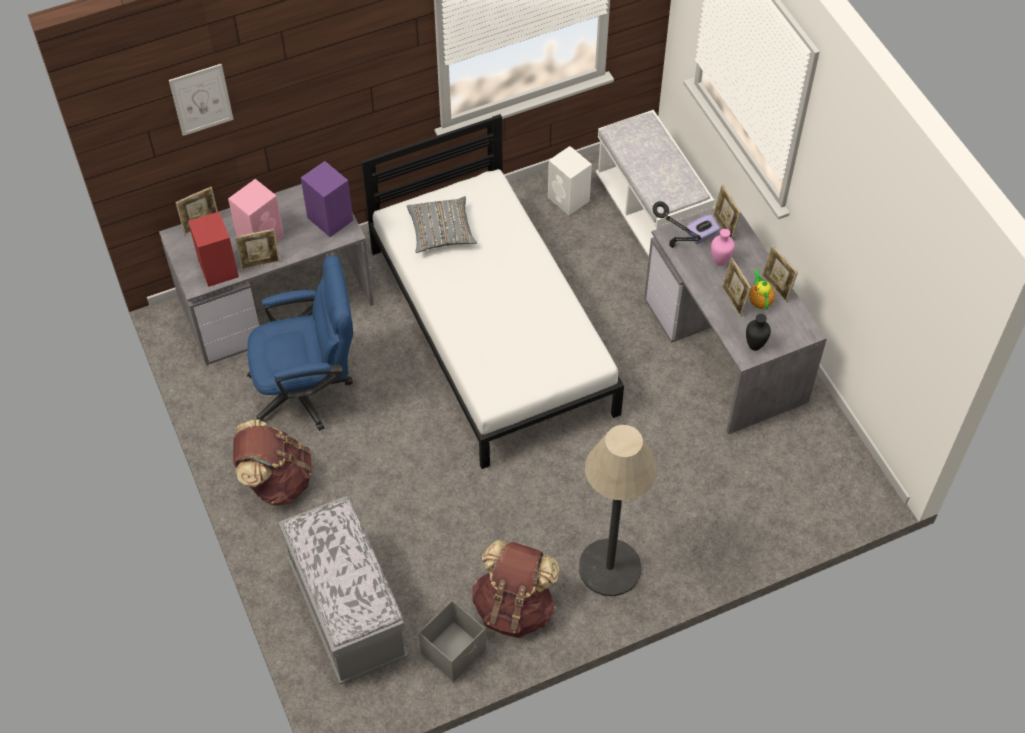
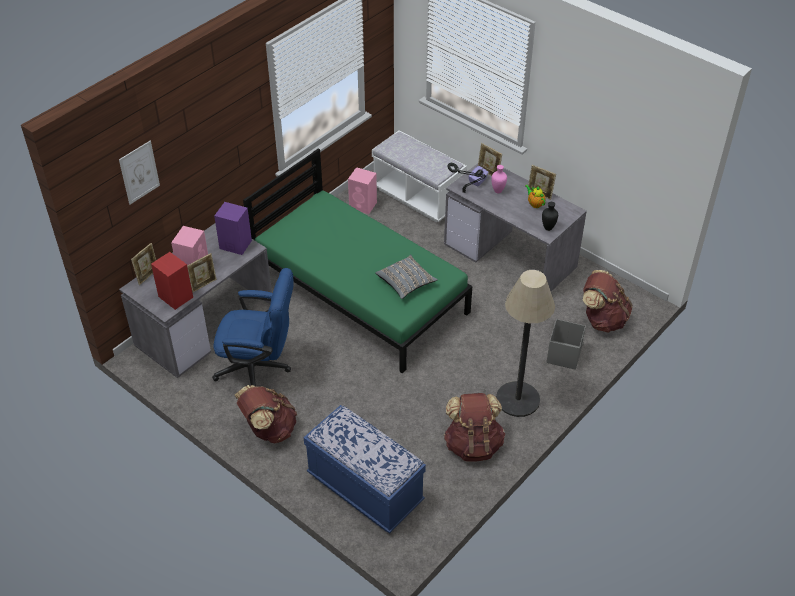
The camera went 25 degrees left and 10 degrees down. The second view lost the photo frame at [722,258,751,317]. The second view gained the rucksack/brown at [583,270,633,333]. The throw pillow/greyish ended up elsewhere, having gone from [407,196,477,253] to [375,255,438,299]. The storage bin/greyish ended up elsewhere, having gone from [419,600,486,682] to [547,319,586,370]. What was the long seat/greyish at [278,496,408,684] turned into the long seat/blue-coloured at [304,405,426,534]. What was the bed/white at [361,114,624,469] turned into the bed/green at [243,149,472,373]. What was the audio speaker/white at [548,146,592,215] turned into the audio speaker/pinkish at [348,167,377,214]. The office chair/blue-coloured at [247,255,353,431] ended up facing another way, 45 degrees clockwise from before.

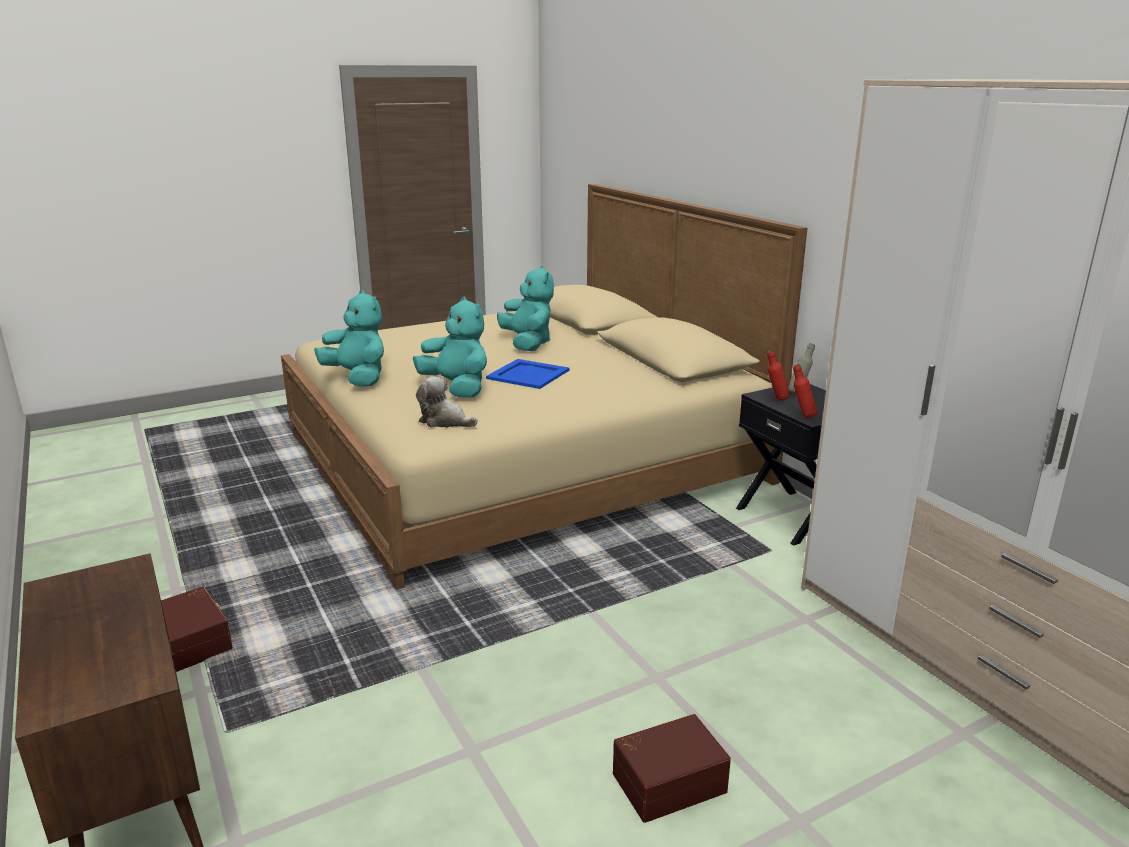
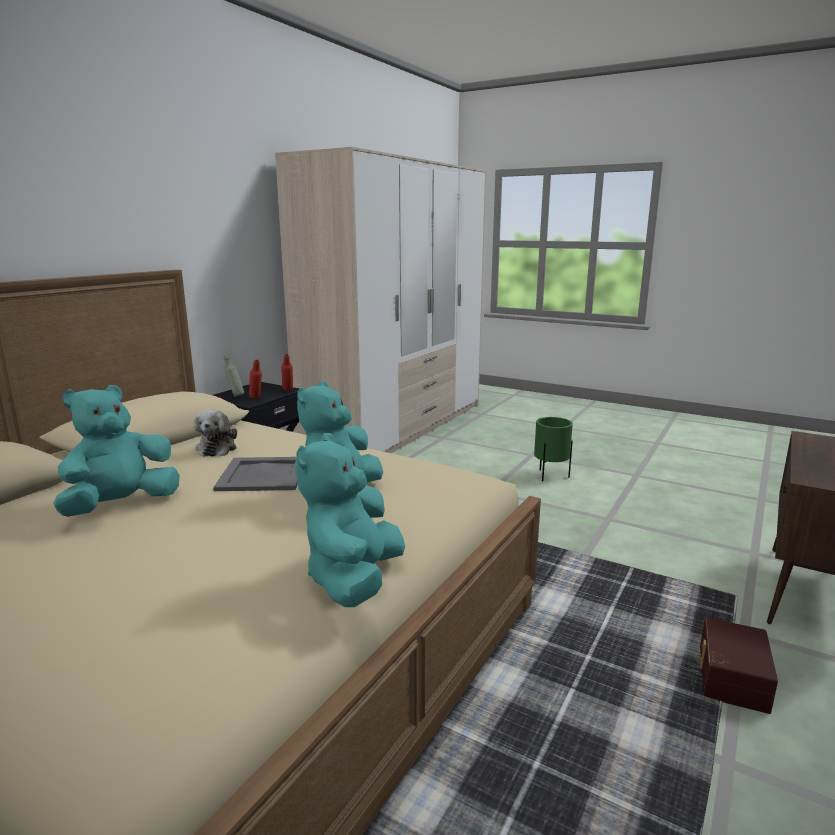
The camera went 120 degrees left and 5 degrees down. The soft toy ended up elsewhere, having gone from [416,376,477,427] to [194,409,237,456]. Where the storage bin/brown stood at [613,714,731,823], the plant pot/green came to stand at [534,417,573,481]. What was the carrying tray/blue-coloured at [486,359,569,389] turned into the carrying tray/greyish at [213,457,298,491].

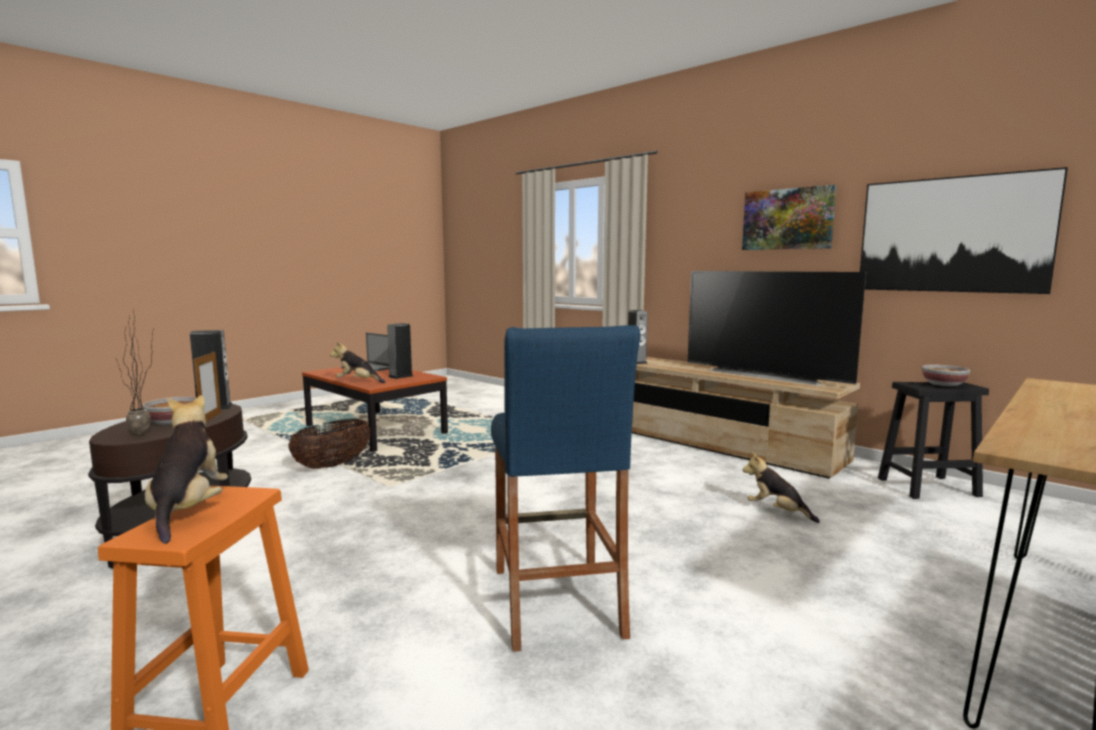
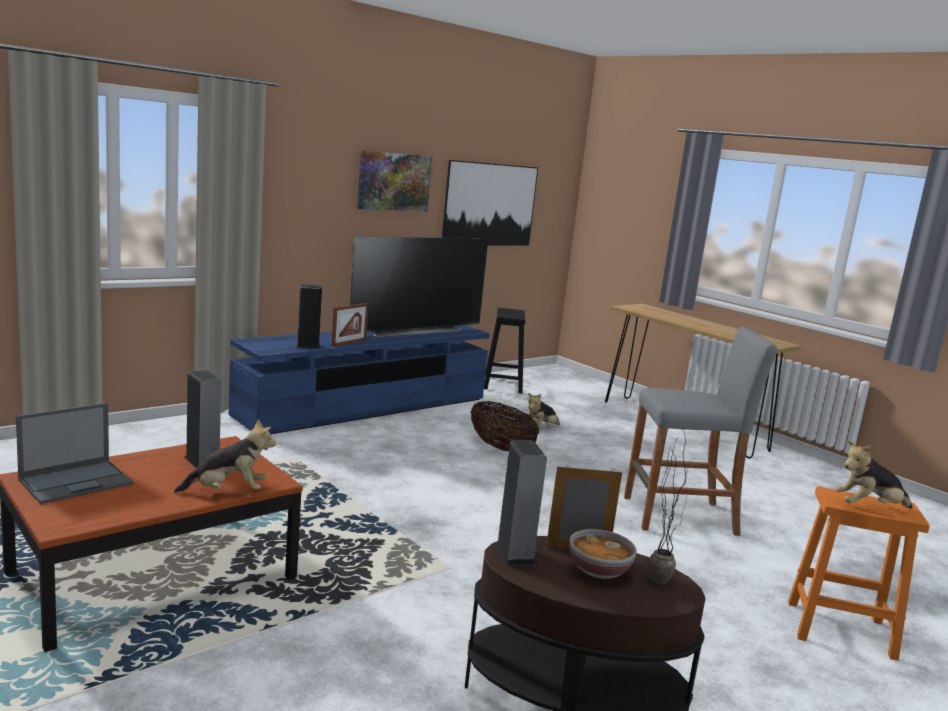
The camera went 85 degrees left and 5 degrees up. The second view lost the deep dish at [922,365,971,387]. The second view gained the photo frame at [332,303,369,347]. The storage basket ended up elsewhere, having gone from [288,419,371,469] to [470,401,539,452]. What was the stool seat/blue-coloured at [491,325,640,652] turned into the stool seat/greyish at [624,326,778,536]. What was the media console/beige-coloured at [632,357,860,478] turned into the media console/blue-coloured at [229,325,490,434]. The soft toy at [330,342,386,383] ended up facing another way, 120 degrees counterclockwise from before.

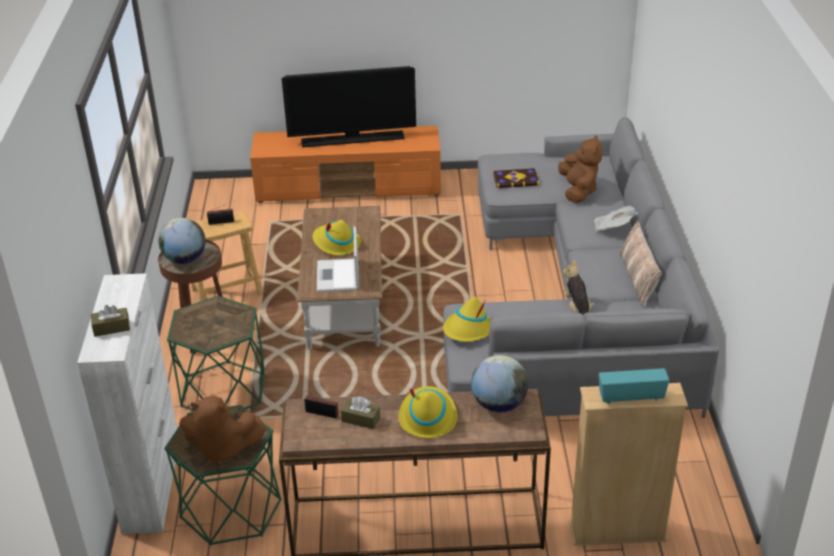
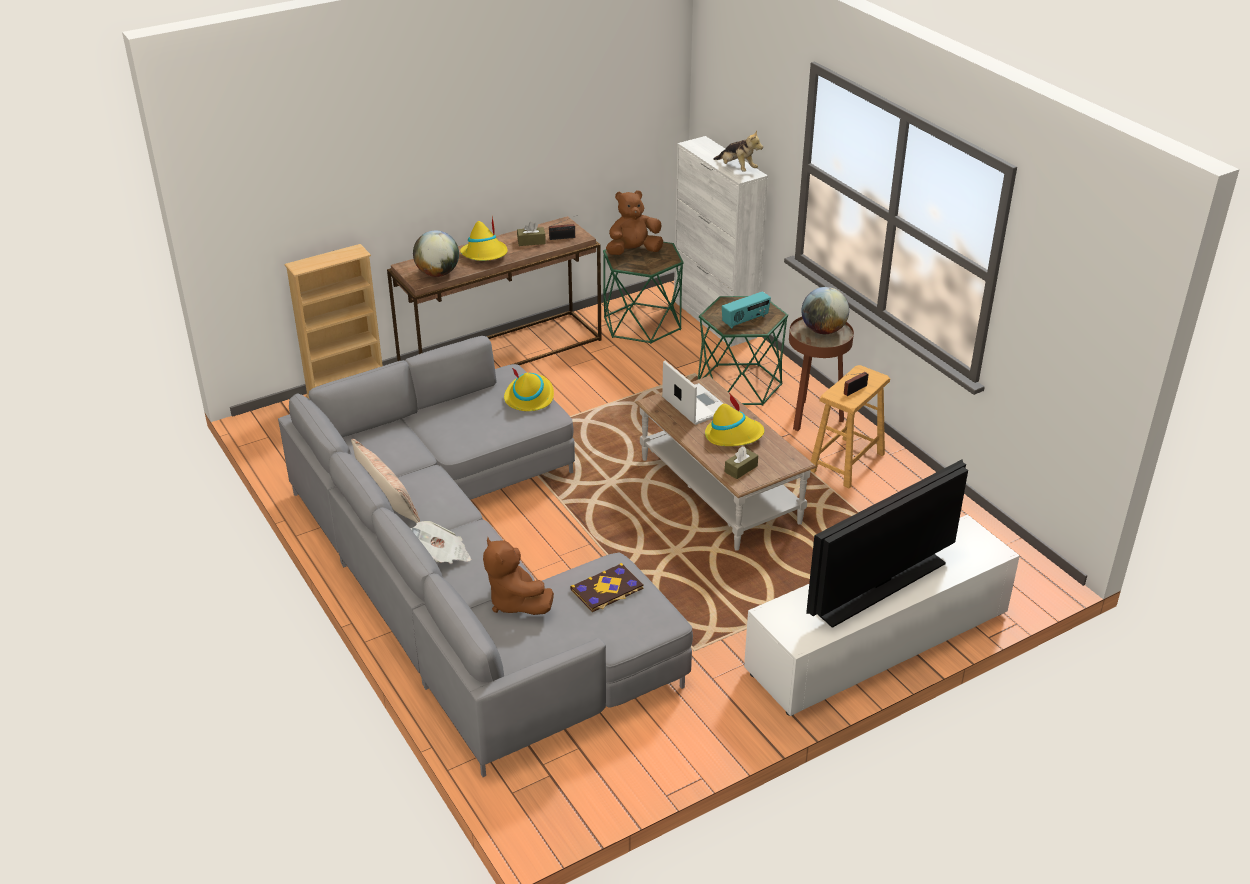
The camera went 150 degrees right and 0 degrees up. The box of tissues/brown ended up elsewhere, having gone from [91,305,130,337] to [725,446,758,479]. The soft toy ended up elsewhere, having gone from [563,260,595,315] to [713,130,763,171]. The radio ended up elsewhere, having gone from [599,368,669,404] to [722,292,771,329]. What was the media console/orange at [250,126,441,203] turned into the media console/white at [744,514,1020,716].

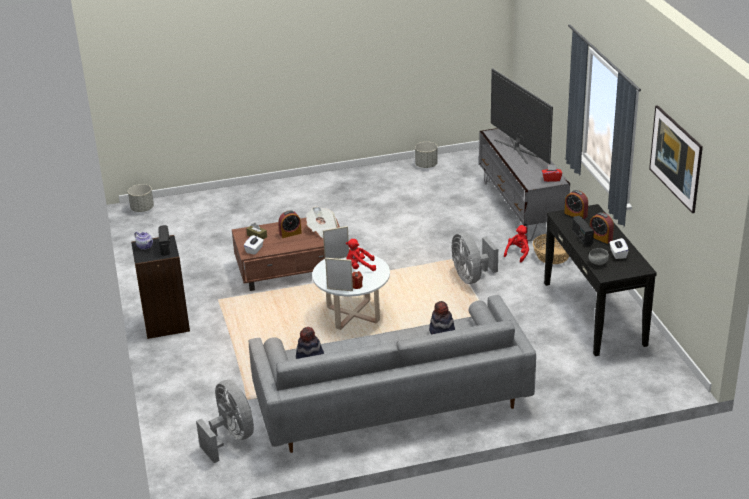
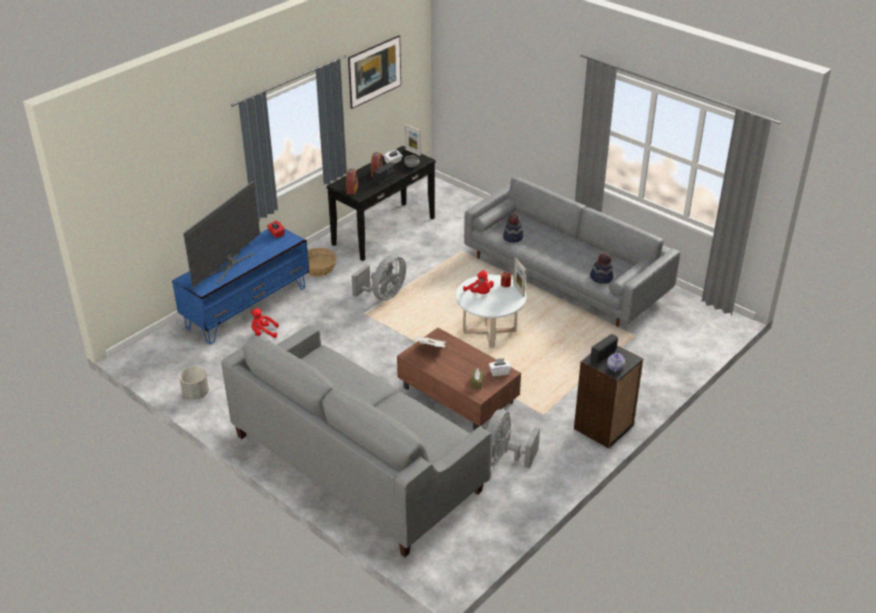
The camera went 125 degrees left and 5 degrees up. The second view lost the plant pot/greyish at [128,184,154,212]. The second view lost the bedside clock at [279,211,302,238]. The second view gained the couch/greyish at [221,325,492,557]. The electric fan/greyish ended up elsewhere, having gone from [196,380,254,463] to [485,409,540,468]. The photo frame ended up elsewhere, having gone from [323,226,349,259] to [405,124,421,156]. The soft toy/red ended up elsewhere, having gone from [504,225,529,262] to [250,308,279,338]. What was the media console/greyish at [479,128,570,241] turned into the media console/blue-coloured at [172,229,309,344].

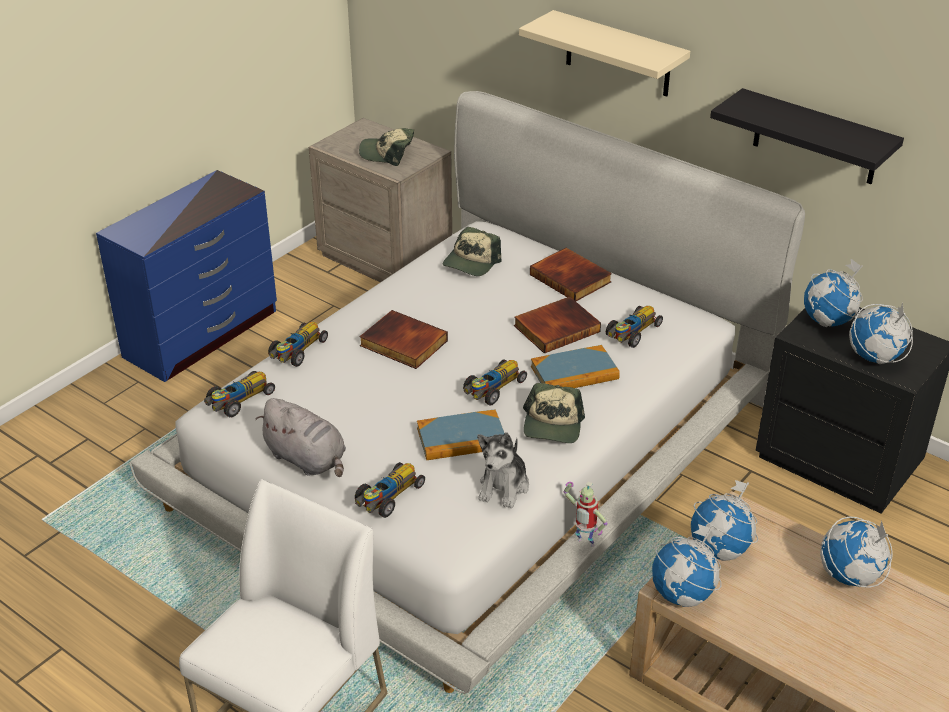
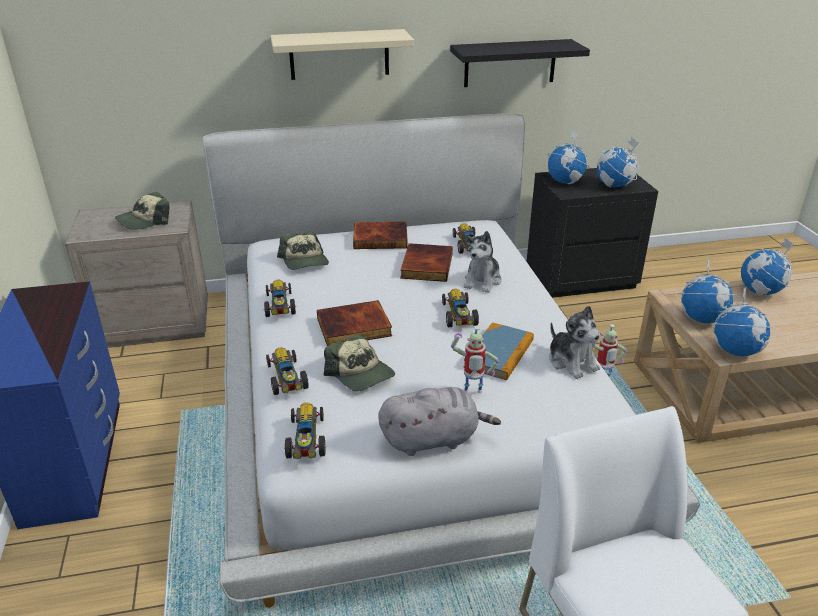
The camera went 50 degrees left and 5 degrees down. The second view gained the model robot at [451,326,499,393]. The miniature car ended up elsewhere, having gone from [355,462,425,518] to [263,280,297,317]. The baseball cap ended up elsewhere, having gone from [523,383,585,443] to [324,334,395,391]. Where the book stood at [531,345,620,388], the soft toy came to stand at [464,231,501,293].

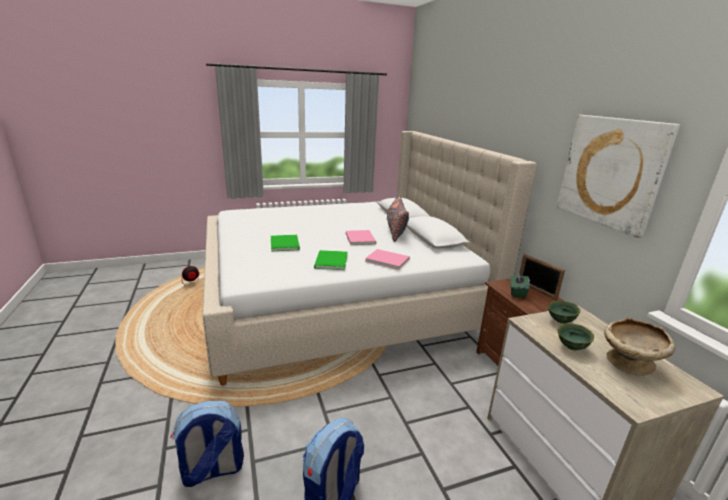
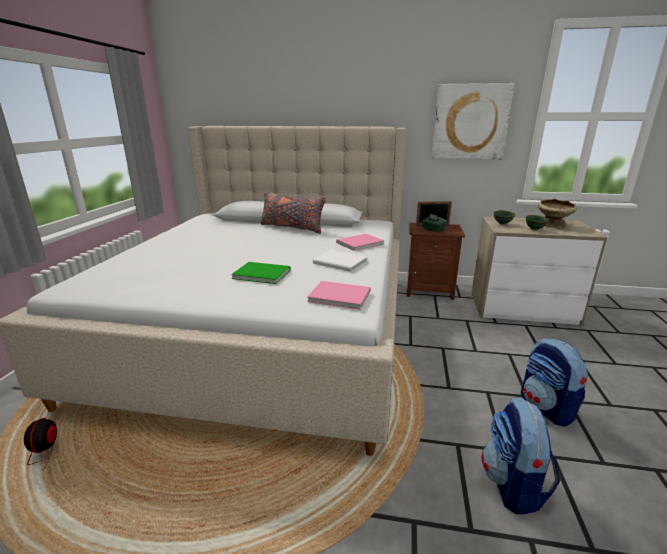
The camera went 60 degrees left and 0 degrees up. The book/pinkish ended up elsewhere, having gone from [346,230,377,245] to [307,281,371,310]. What was the book/green at [314,250,348,270] turned into the book/white at [313,250,367,272].

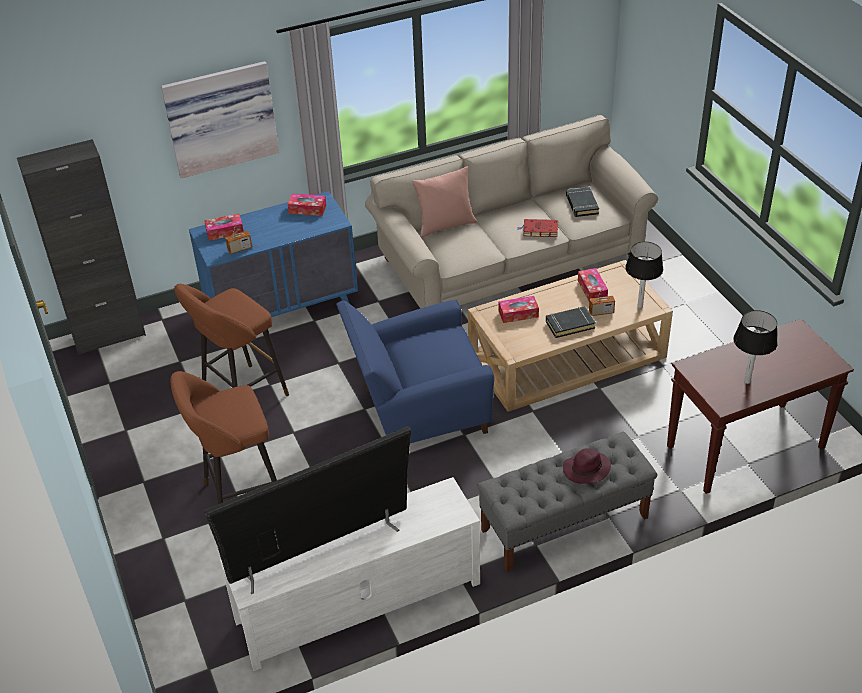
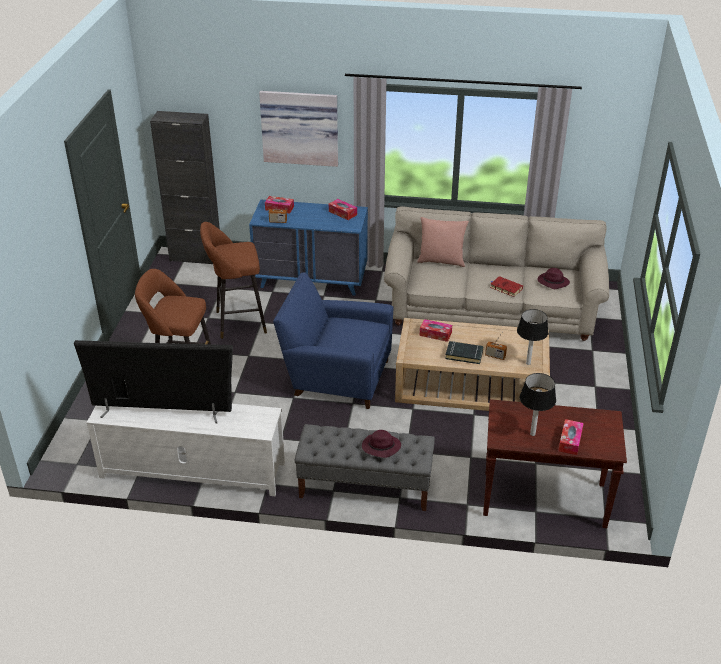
The camera went 30 degrees right and 5 degrees down. The box of tissues ended up elsewhere, having gone from [578,268,608,301] to [558,419,584,455]. Where the book/black-coloured stood at [566,187,599,217], the wearable hat/purple-coloured came to stand at [537,268,570,289].

